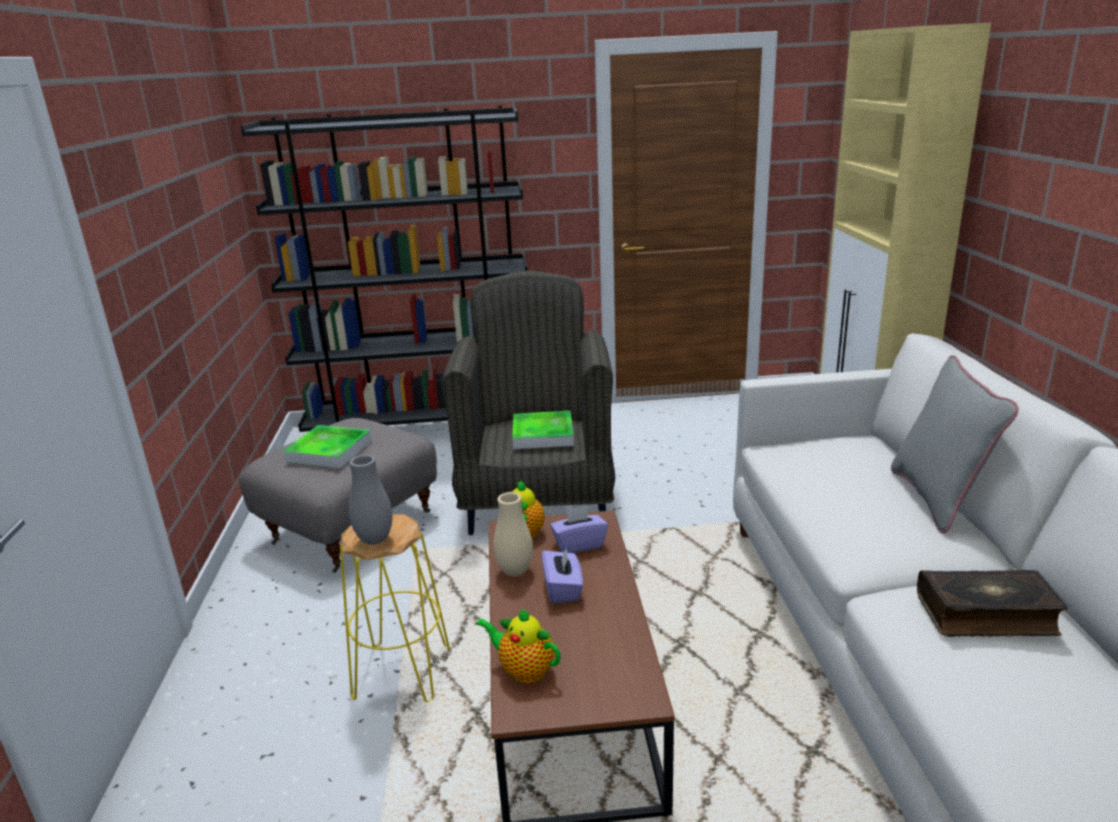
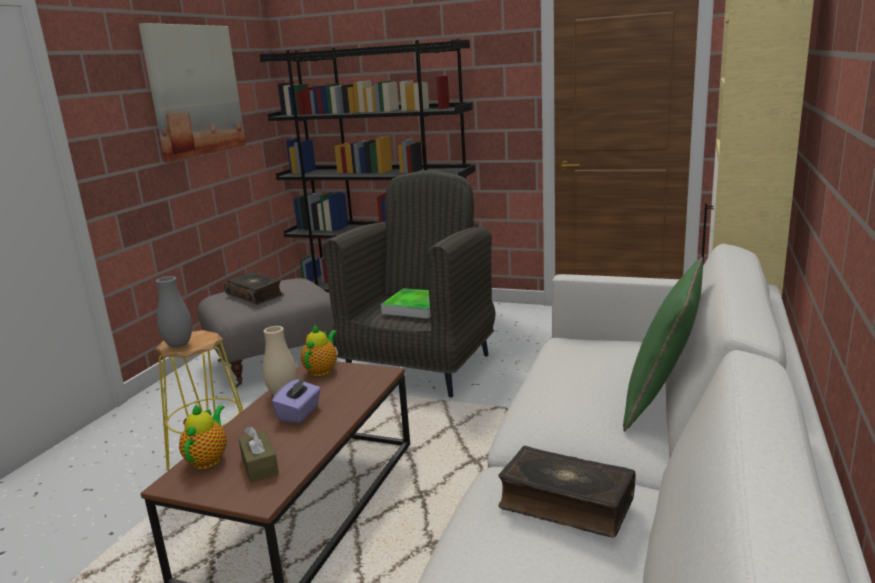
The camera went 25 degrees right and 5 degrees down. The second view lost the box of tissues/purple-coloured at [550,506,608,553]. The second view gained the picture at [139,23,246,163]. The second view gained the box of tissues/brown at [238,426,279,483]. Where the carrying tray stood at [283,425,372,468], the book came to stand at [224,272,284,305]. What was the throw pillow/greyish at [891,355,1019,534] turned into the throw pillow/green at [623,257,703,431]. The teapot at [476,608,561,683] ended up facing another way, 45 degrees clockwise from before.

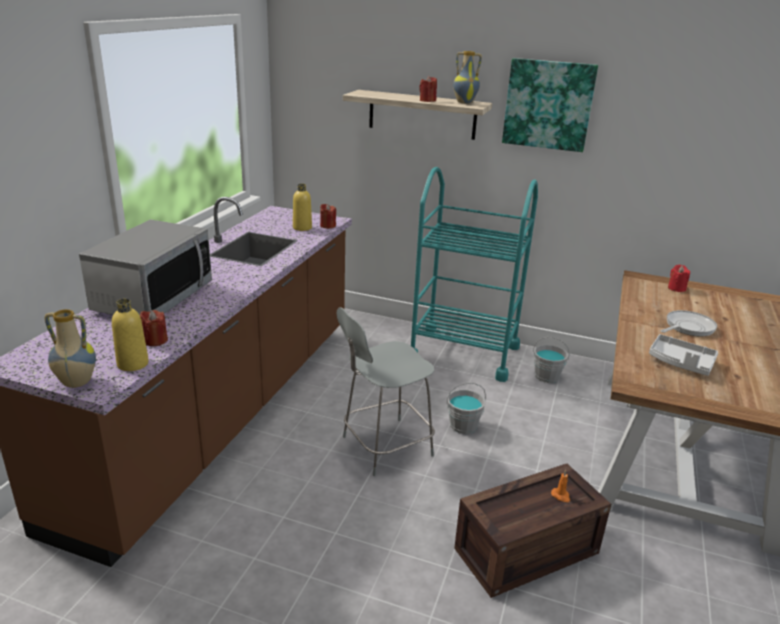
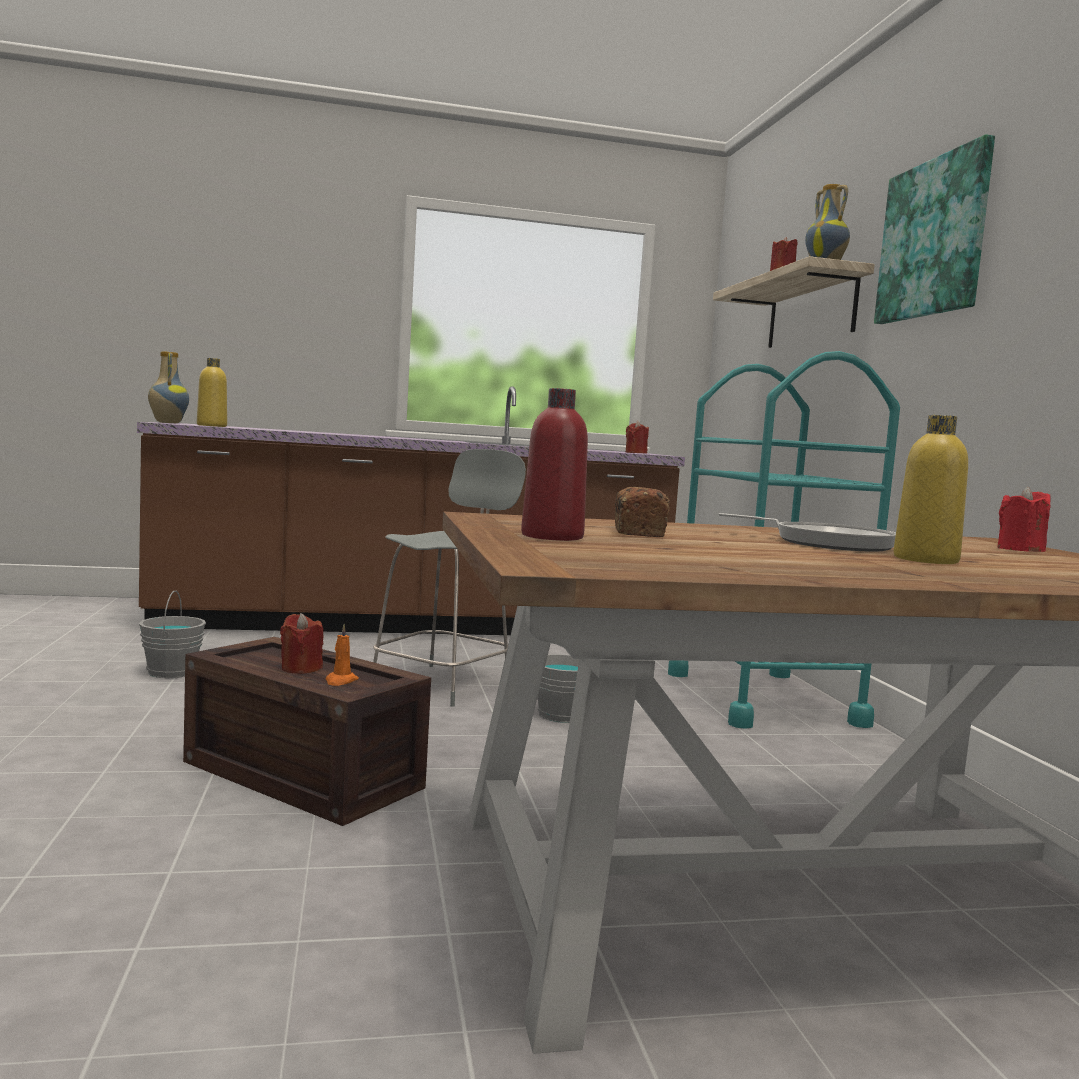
The camera went 60 degrees right and 20 degrees down. The second view lost the microwave at [79,220,212,315]. The second view gained the beverage bottle/red at [521,388,588,541]. The wax candle/red ended up elsewhere, having gone from [140,310,168,346] to [280,613,323,674]. The beverage bottle/yellow-coloured ended up elsewhere, having gone from [293,184,312,231] to [893,415,968,564]. The pail/greyish ended up elsewhere, having gone from [533,337,570,383] to [139,591,206,678]. Where the carrying tray/greyish stood at [649,334,718,376], the bread came to stand at [615,487,670,537]. The upright chair/greyish at [336,307,435,476] ended up facing another way, 90 degrees clockwise from before.

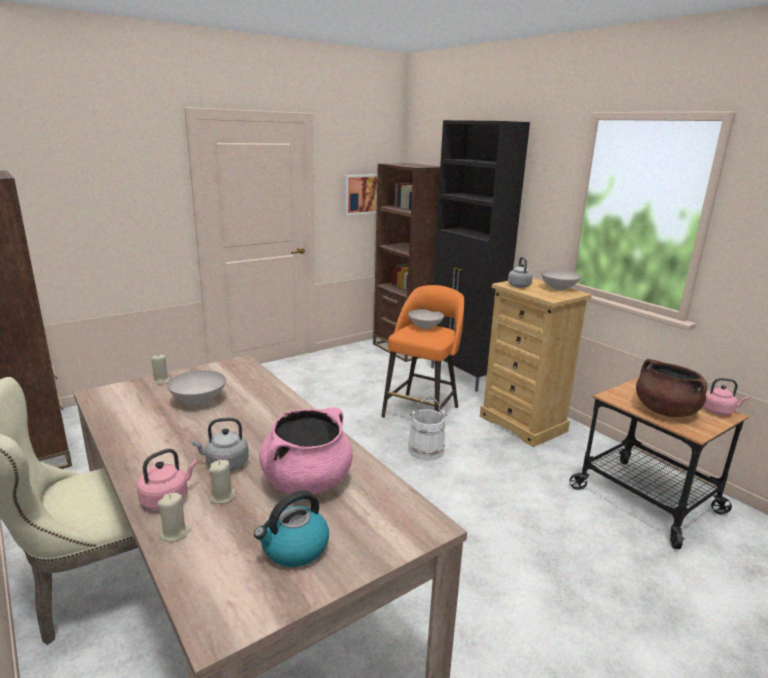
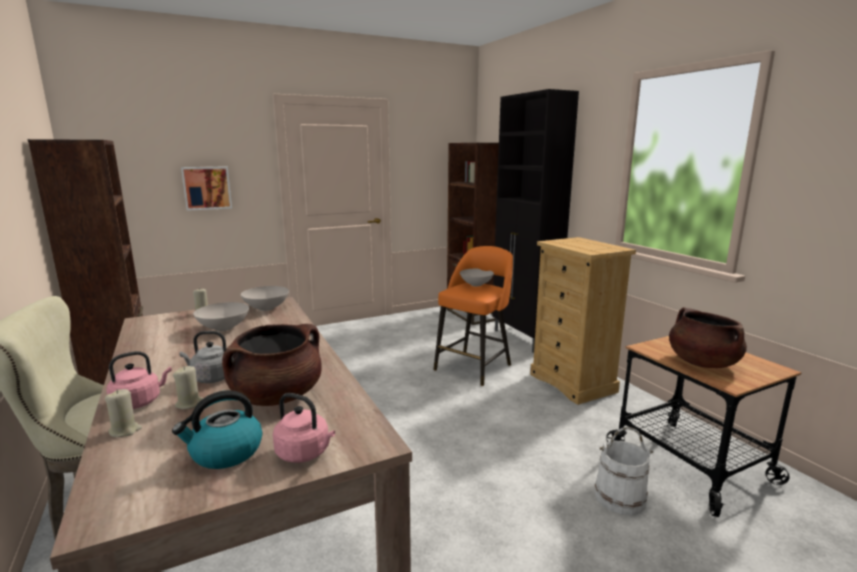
The camera went 10 degrees right and 5 degrees down. The second view lost the kettle/greyish at [508,257,533,288]. The picture ended up elsewhere, having gone from [344,174,377,215] to [181,166,232,211]. The pail/white ended up elsewhere, having gone from [408,397,448,460] to [594,427,654,515]. The deep dish/white ended up elsewhere, having gone from [541,270,581,290] to [241,286,289,311]. The kettle/pinkish ended up elsewhere, having gone from [703,378,749,415] to [273,393,335,463]. What was the stockpot/pinkish at [259,407,353,494] turned into the stockpot/brown at [222,324,322,406].

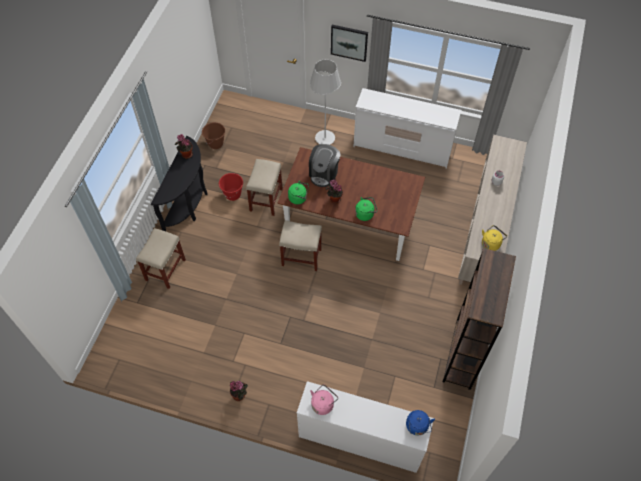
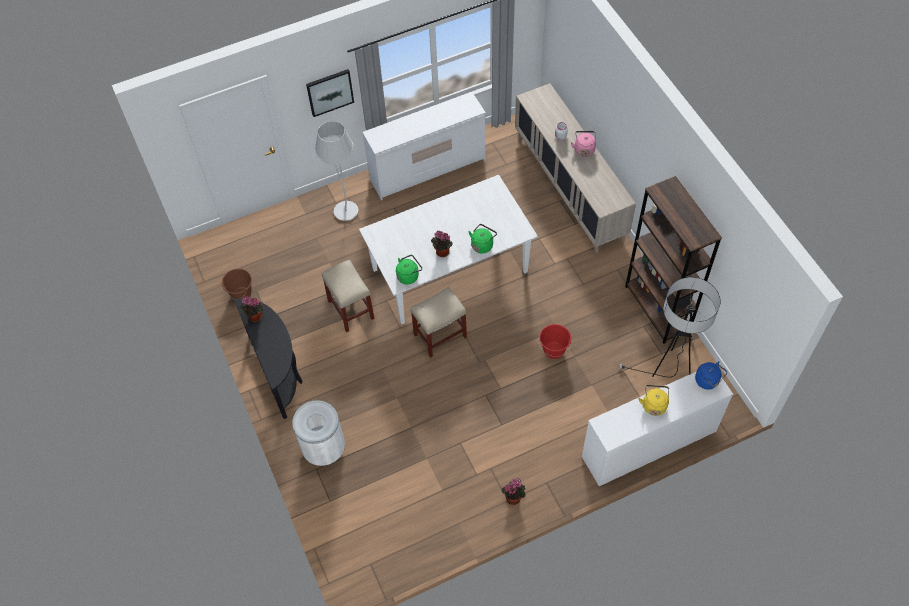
The camera went 40 degrees left and 0 degrees up. The second view lost the coffee machine at [309,144,340,187]. The second view gained the floor lamp at [618,277,720,377]. The pail/red ended up elsewhere, having gone from [219,173,243,201] to [538,324,572,359]. The kettle/pinkish ended up elsewhere, having gone from [310,384,338,415] to [571,131,596,157]. The kettle/yellow-coloured ended up elsewhere, having gone from [482,225,507,251] to [639,385,669,416]. Where the stool seat/beige-coloured stood at [136,228,186,289], the trash can/white came to stand at [292,400,345,466]. What was the kitchen table/brown at [278,147,425,261] turned into the kitchen table/white at [359,175,538,324].

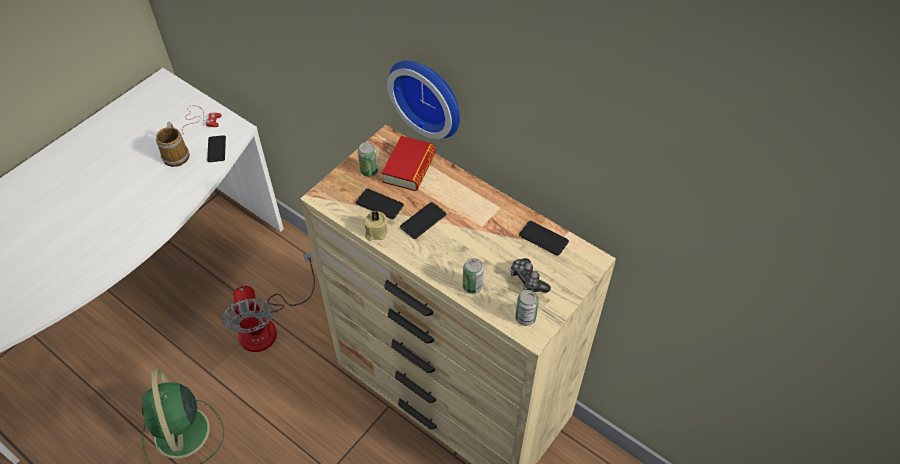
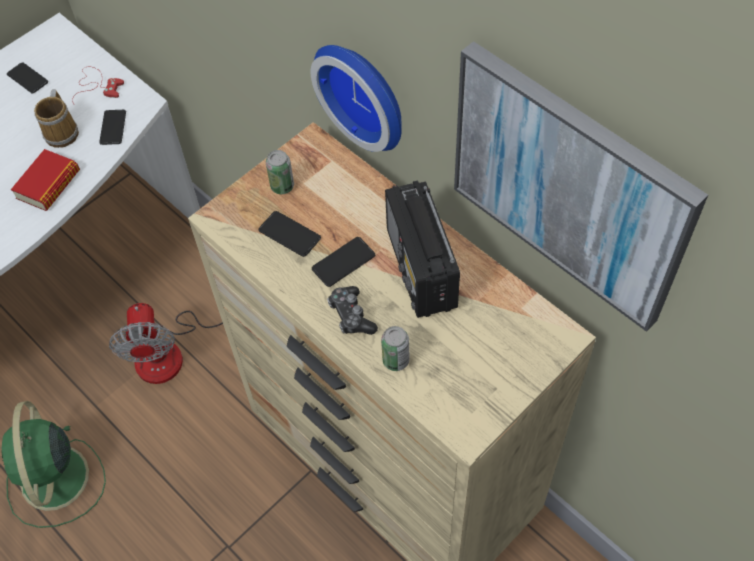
The camera went 10 degrees right and 5 degrees up. The second view lost the wax candle/beige-coloured at [365,210,387,241]. The second view lost the sealed can at [515,290,539,326]. The second view gained the radio at [385,181,460,318]. The second view gained the picture at [454,41,708,332]. The book ended up elsewhere, having gone from [382,136,436,191] to [11,149,80,211]. The game controller ended up elsewhere, having gone from [510,258,551,293] to [327,286,378,335]. The handset ended up elsewhere, having gone from [519,221,569,256] to [7,62,48,93].

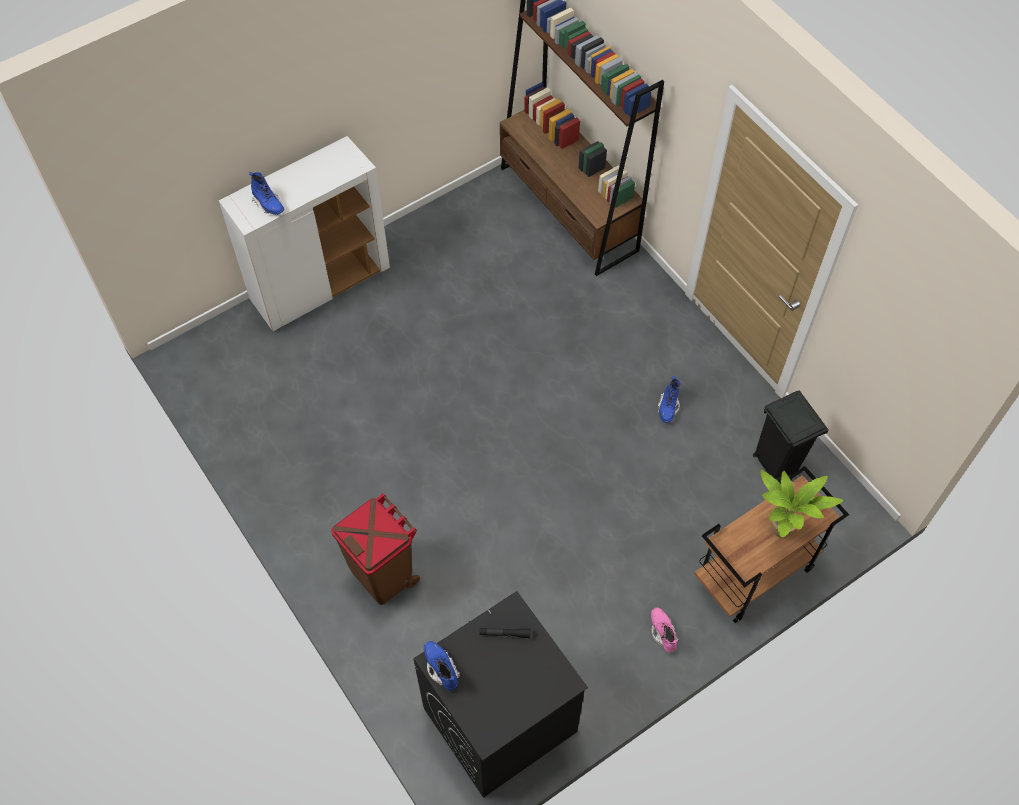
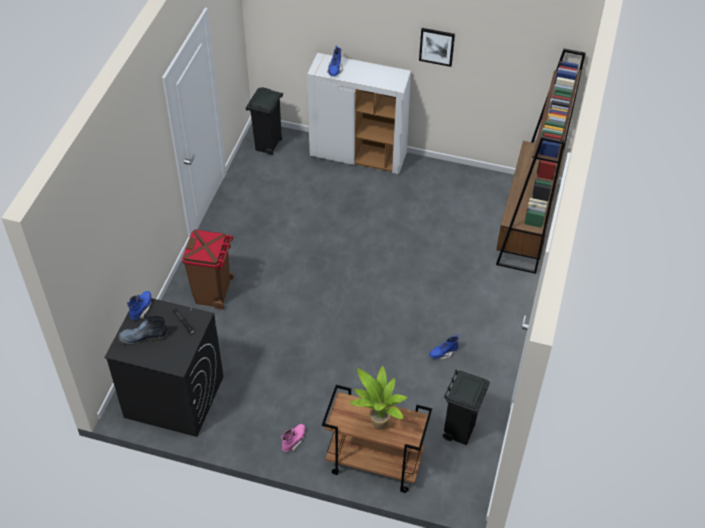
The camera went 50 degrees right and 10 degrees down. The second view gained the tall boot at [118,316,167,346]. The second view gained the trash can/black-coloured at [246,87,283,155]. The second view gained the picture at [419,28,455,67].

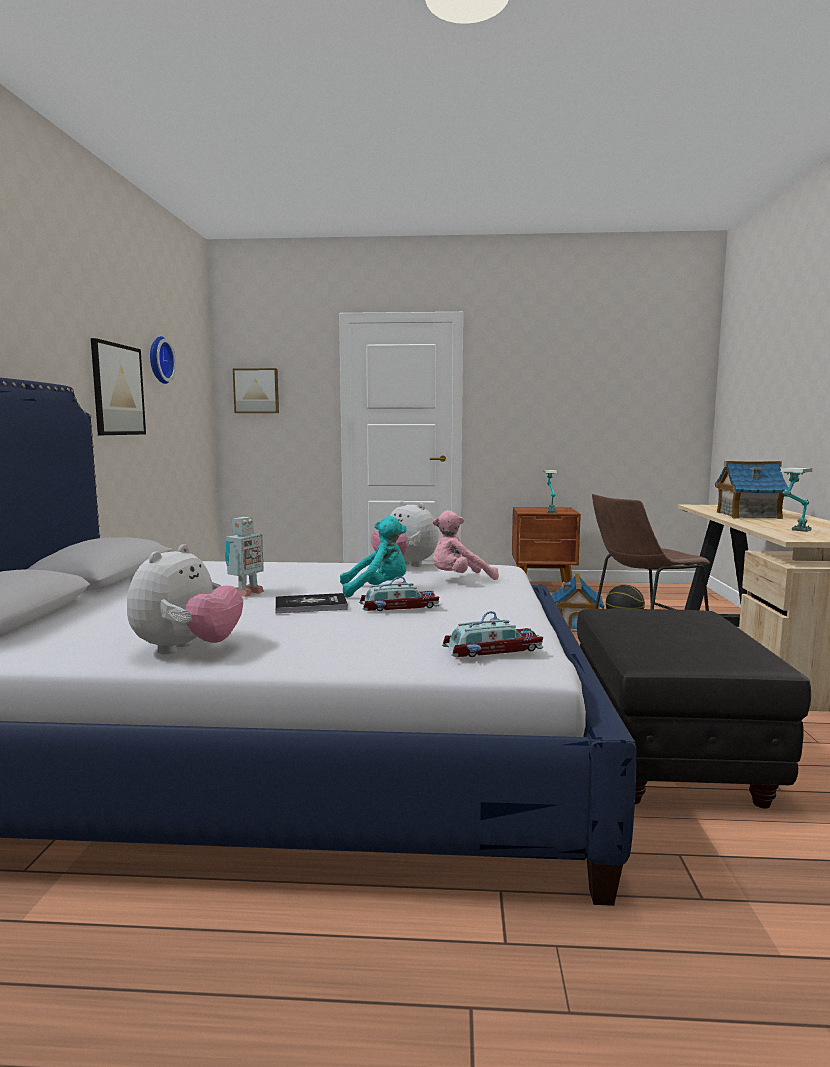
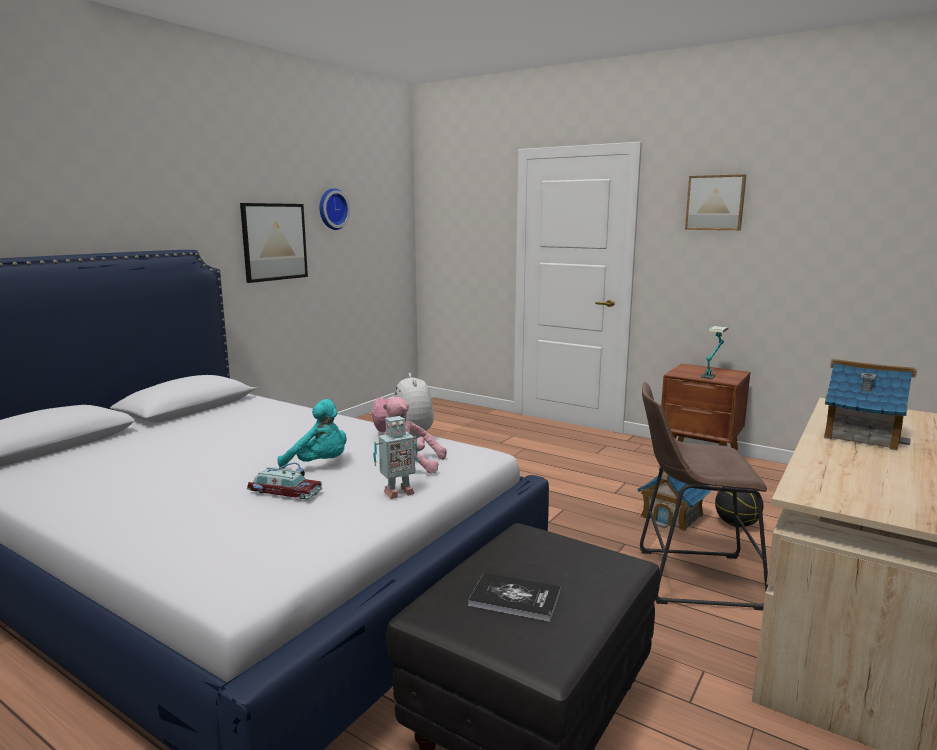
The camera went 30 degrees right and 5 degrees up. The second view lost the soft toy at [127,544,243,654]. The second view lost the miniature car at [442,611,544,657]. The second view lost the table lamp at [780,467,812,532]. The model robot ended up elsewhere, having gone from [225,517,264,597] to [373,416,418,499]. The picture ended up elsewhere, having gone from [233,368,279,413] to [685,174,746,230]. The book ended up elsewhere, having gone from [275,593,348,613] to [468,573,561,622].

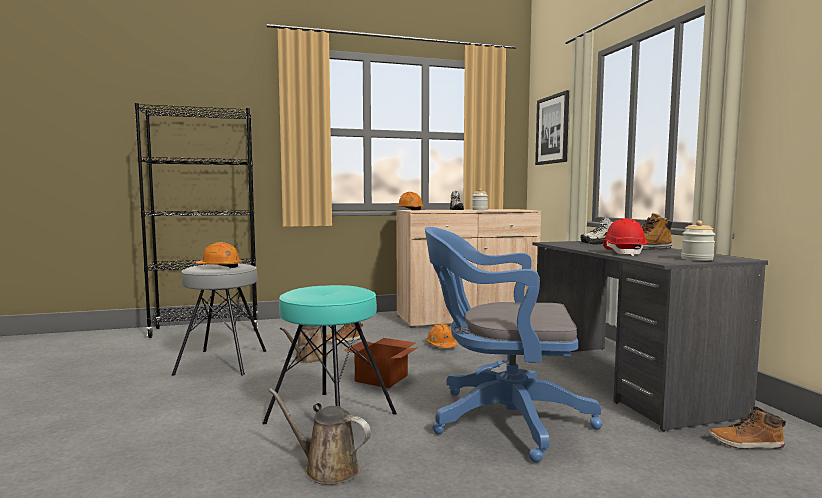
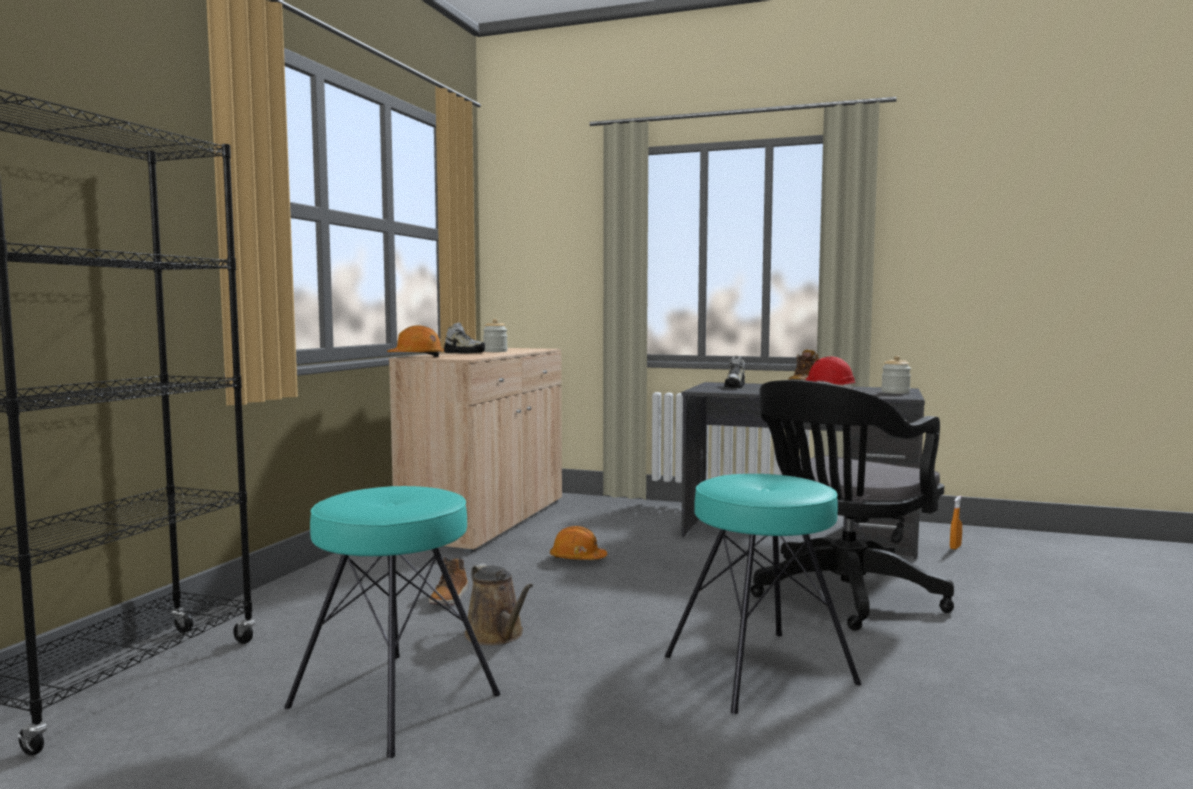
The camera went 55 degrees left and 0 degrees up. The second view lost the hard hat/orange at [195,242,242,268]. The second view lost the watering pot/brown at [269,388,371,485]. The second view lost the carton at [344,338,419,388]. The second view lost the picture at [535,90,569,165]. Where the tall boot stood at [709,406,786,449], the sprayer/orange came to stand at [950,496,962,549]. What was the stool seat/greyish at [172,263,266,376] turned into the stool seat/turquoise at [284,486,500,758]. What was the office chair/blue-coloured at [425,227,602,463] turned into the office chair/black-coloured at [751,380,954,631].

